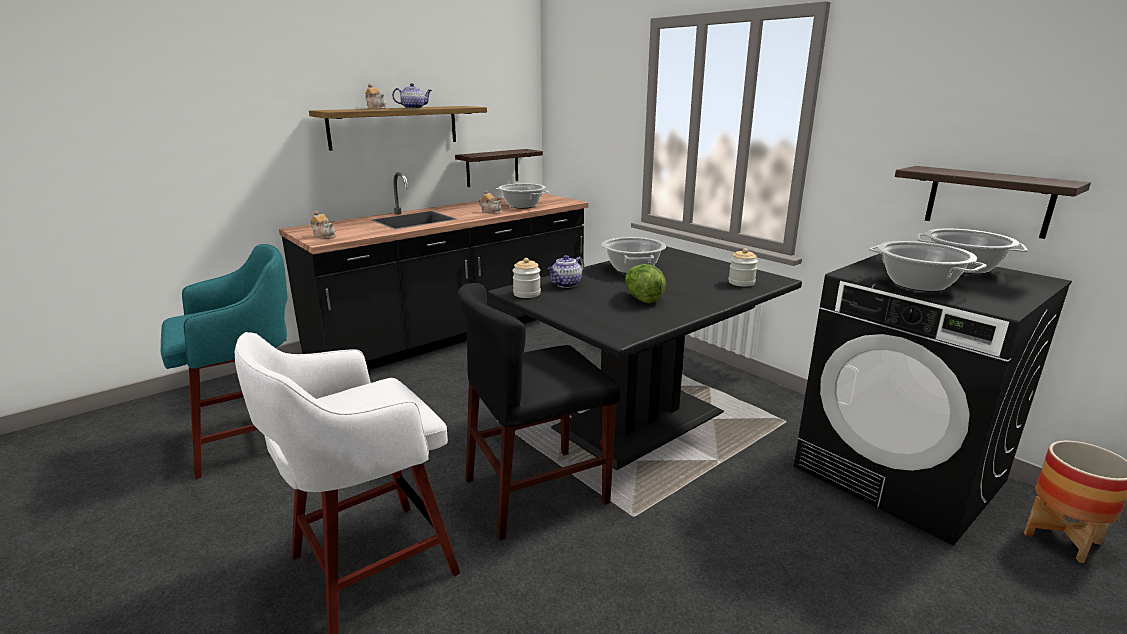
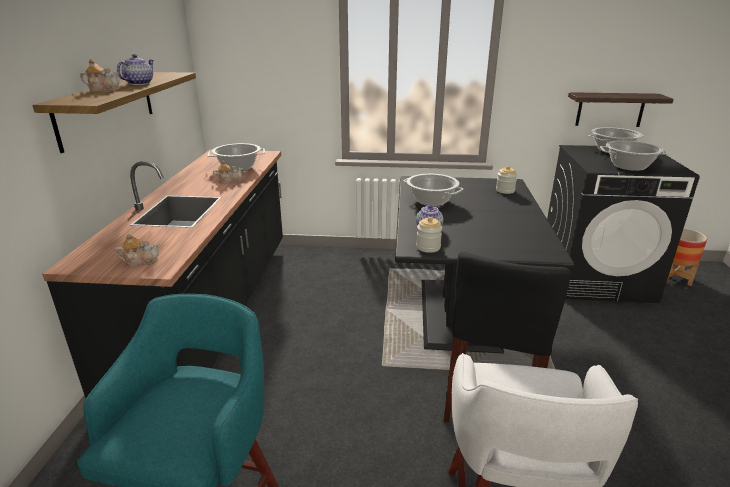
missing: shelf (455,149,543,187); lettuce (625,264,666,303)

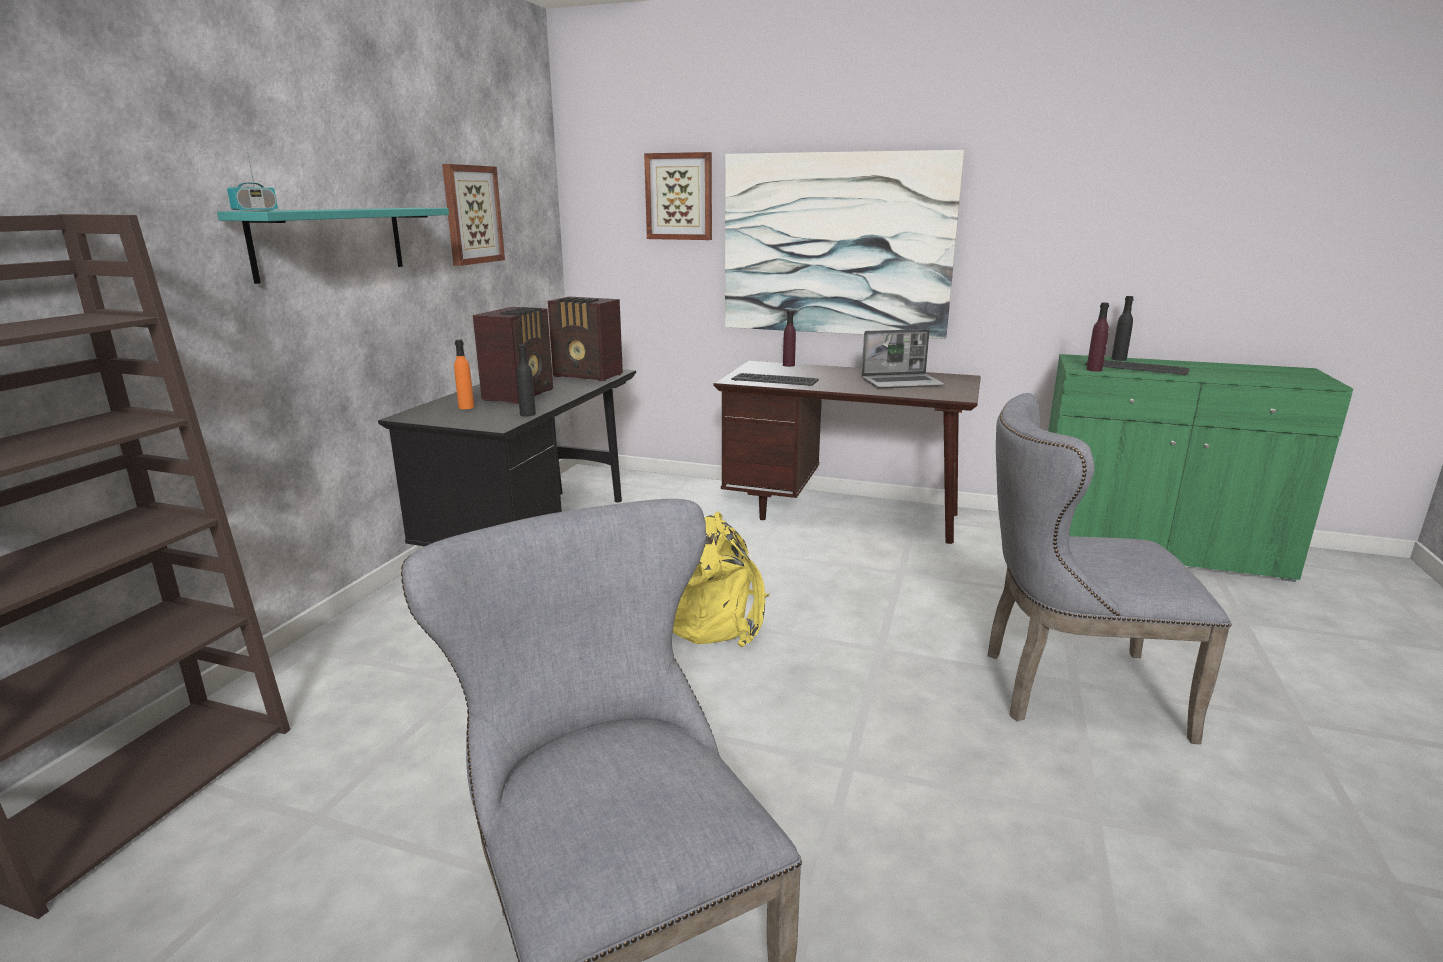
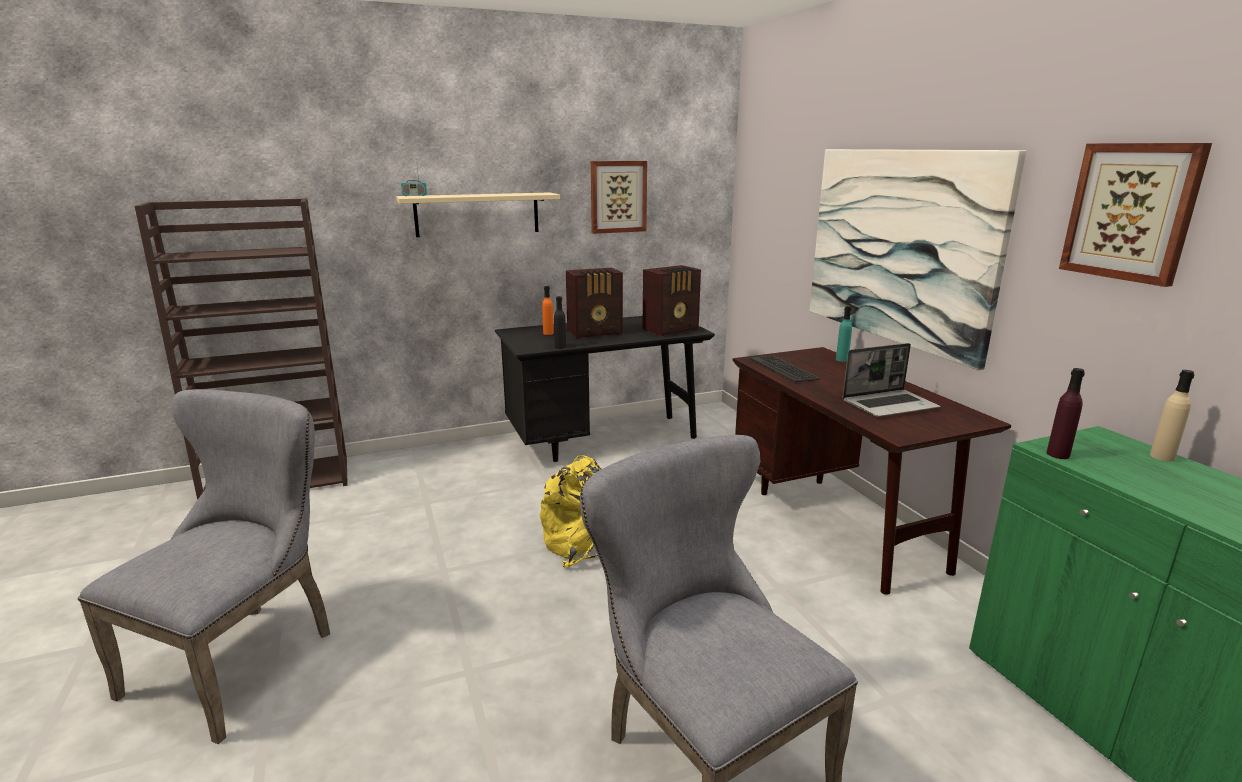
missing: keyboard (1085,360,1189,376)
relocated: picture (644,152,712,240) to (1059,143,1212,287)
colour: turquoise shelf (217,208,449,284) to beige shelf (396,192,560,237); purple bottle (783,310,796,367) to turquoise bottle (836,306,852,362); black bottle (1111,296,1134,361) to beige bottle (1150,370,1194,461)
spun: radio (548,297,623,381) = (642,265,701,336) 105 degrees counterclockwise; laptop (861,329,945,389) = (843,343,940,417) 60 degrees counterclockwise

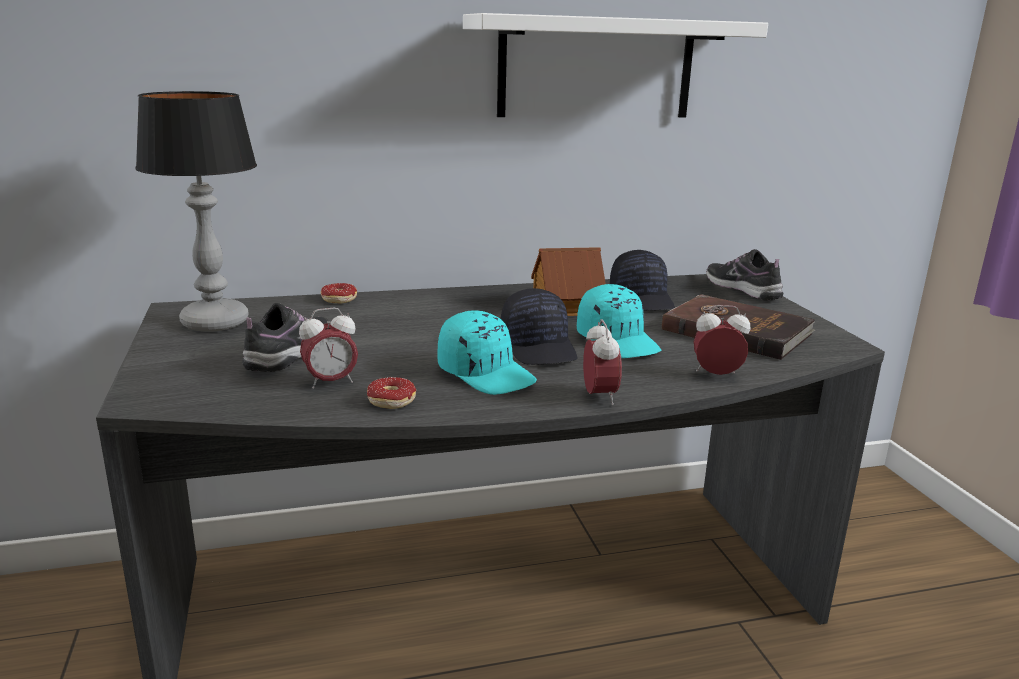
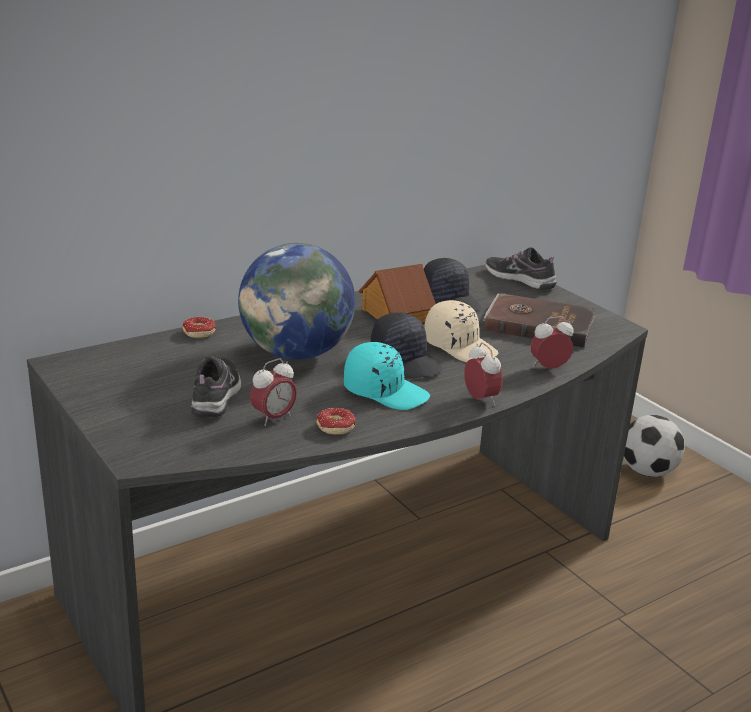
missing: table lamp (135,91,257,332); white shelf (463,13,768,117)
appeared: globe (238,243,355,360); football (624,415,685,477)
colour: turquoise cap (577,284,661,358) to beige cap (424,300,498,362)

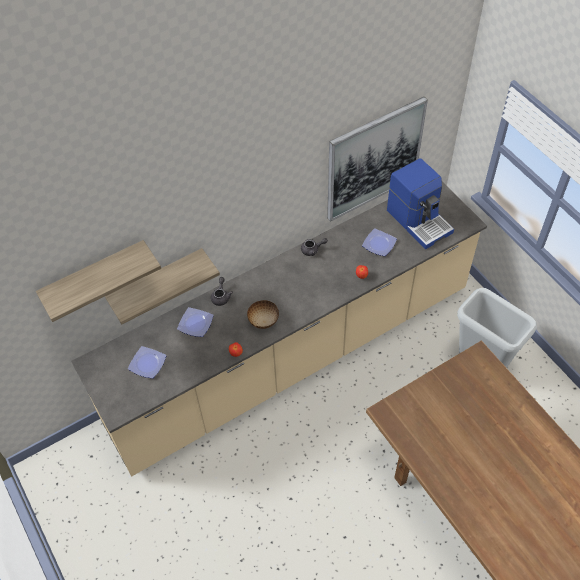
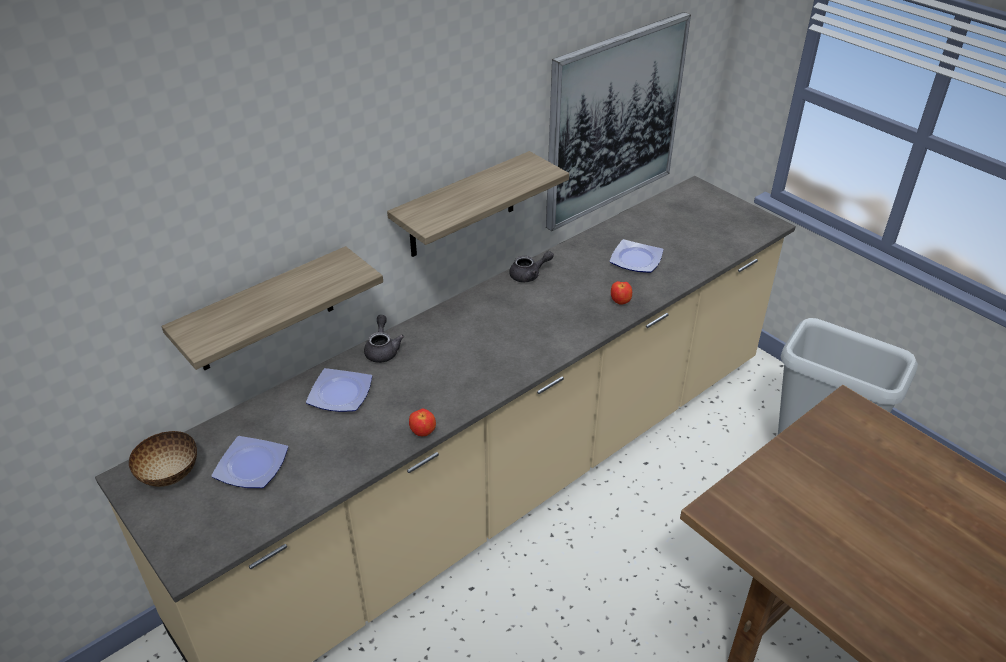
missing: coffee machine (387,158,454,249)
relocated: shelf (36,240,161,322) to (387,151,569,257); bowl (247,300,279,329) to (129,431,197,487)

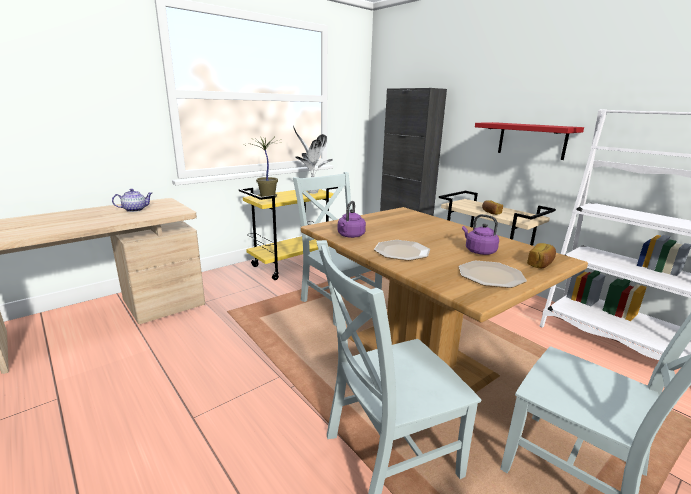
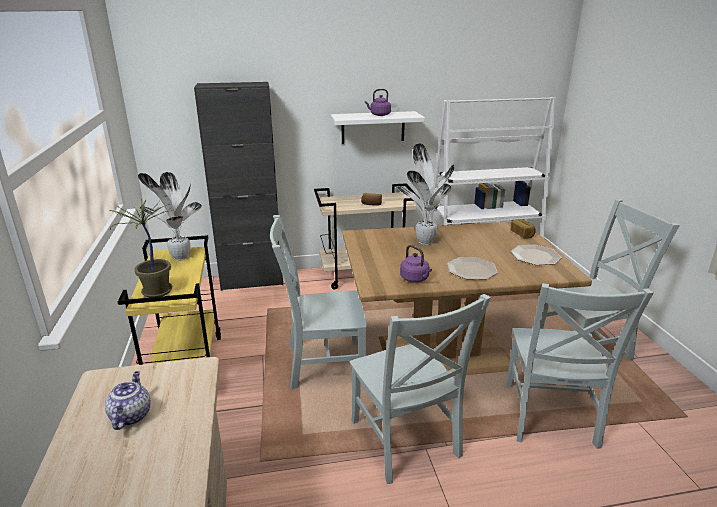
appeared: grey chair (350,294,491,484); potted plant (397,143,454,245)
relocated: purple kettle (462,214,499,255) to (365,89,391,116)
colour: red shelf (475,122,584,160) to white shelf (330,111,425,144)

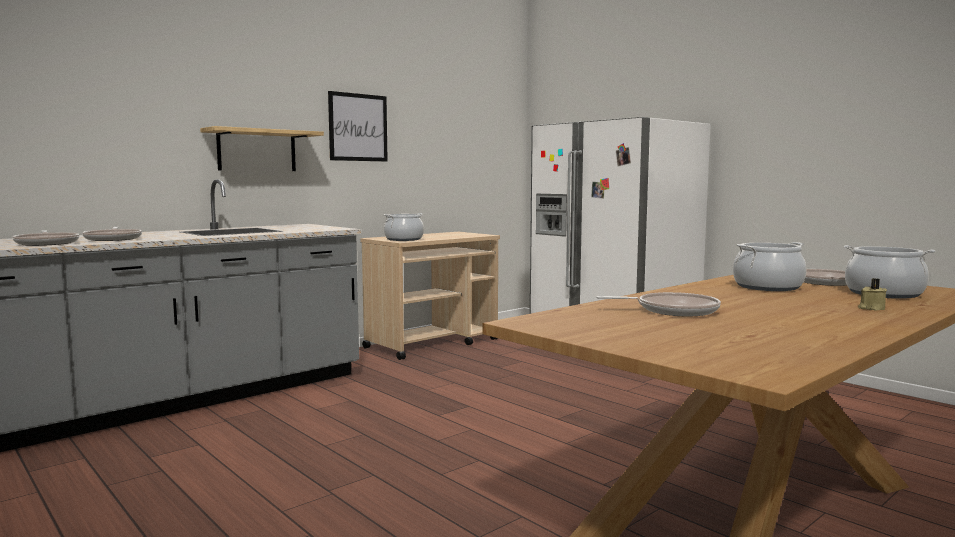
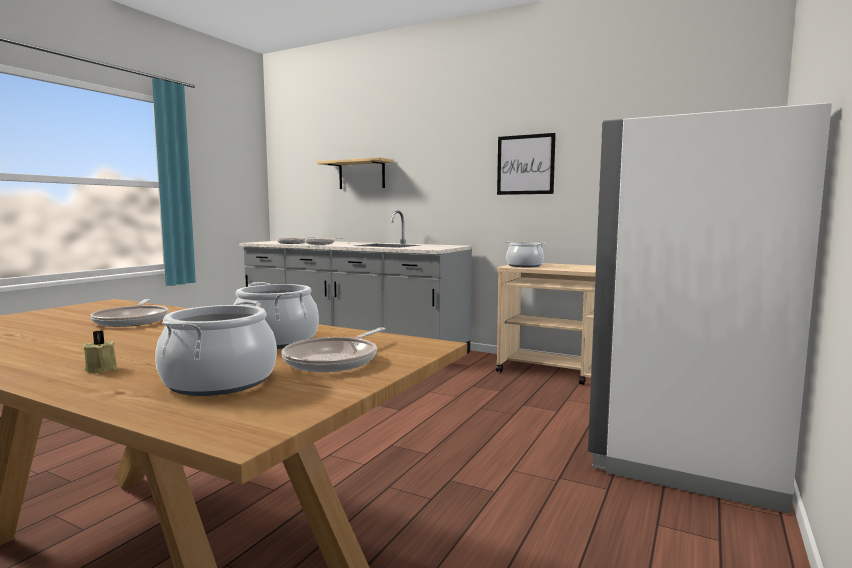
relocated: shelf (200,126,324,171) to (317,157,393,189)

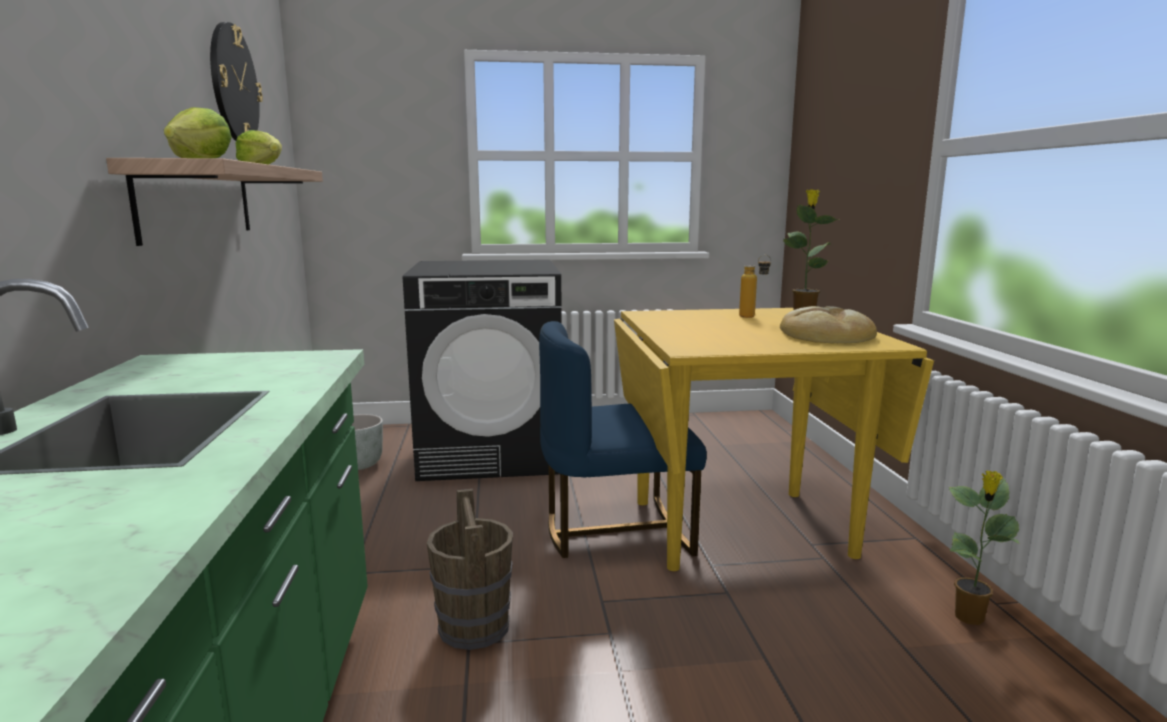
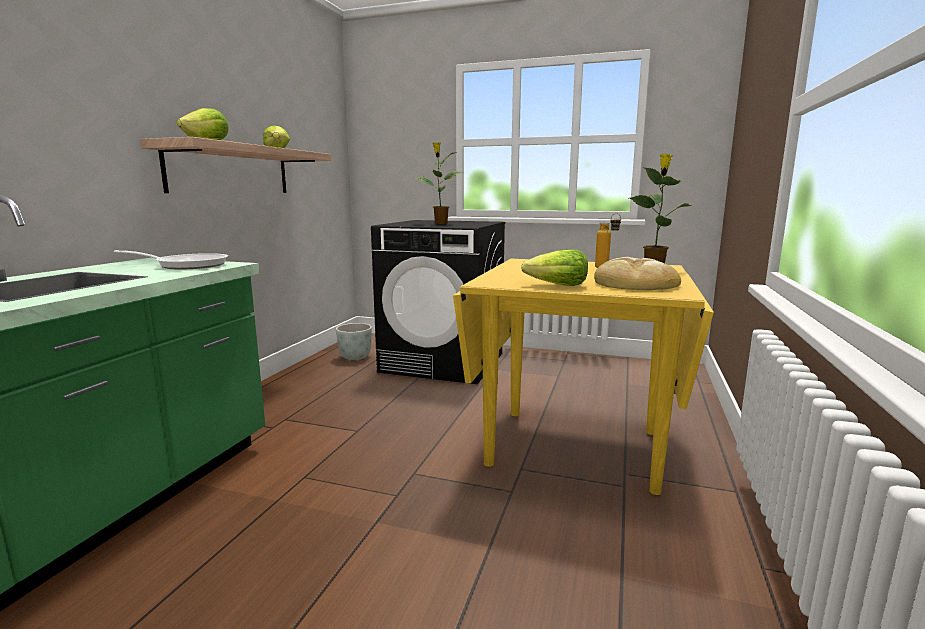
missing: wall clock (210,22,263,141); brown bucket (427,489,513,650); blue chair (539,321,707,558)
appeared: frying pan (114,250,228,270); lettuce (521,249,588,286)
relocated: potted plant (949,471,1020,625) to (414,142,462,224)

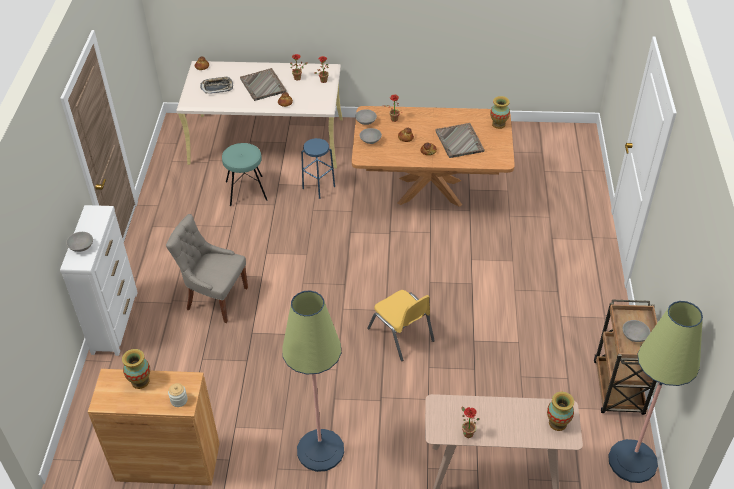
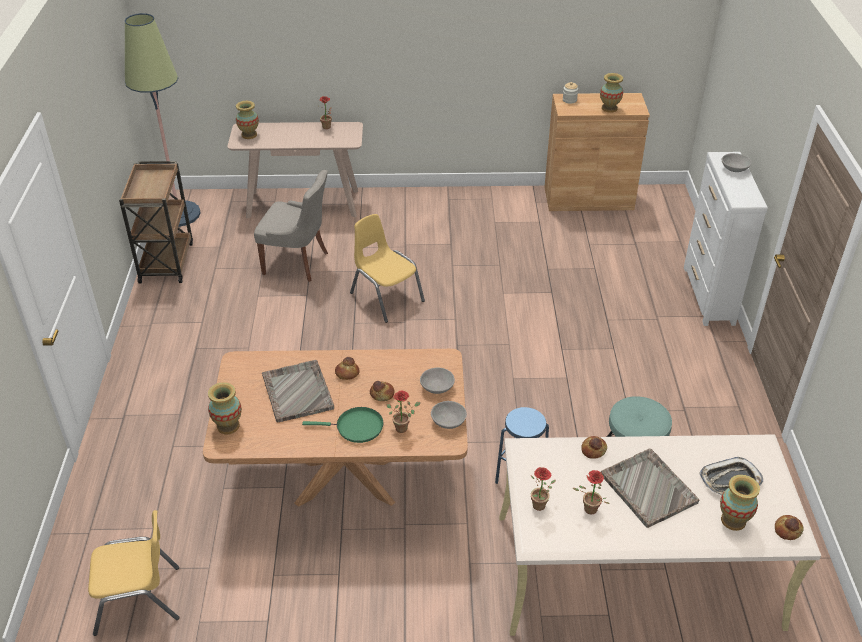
missing: floor lamp (282,290,344,472); grey bowl (623,320,650,342)
appeared: yellow chair (88,510,179,636); green frying pan (302,407,383,443); vase (720,475,760,531)
relocated: grey chair (166,214,248,323) to (254,170,328,282)

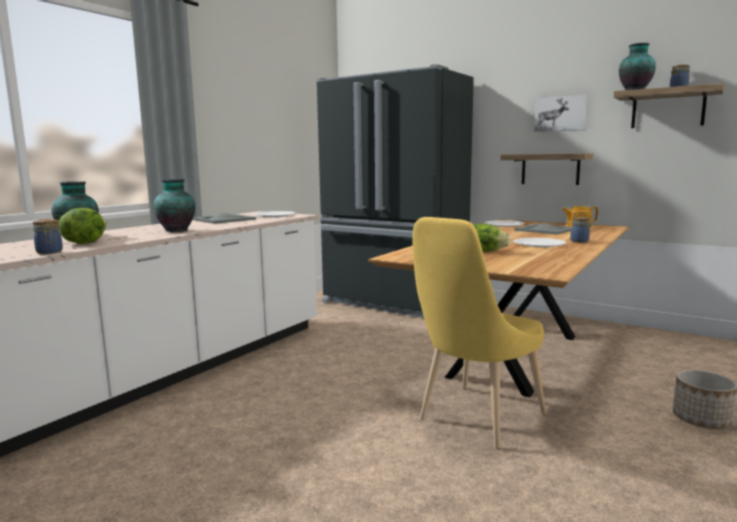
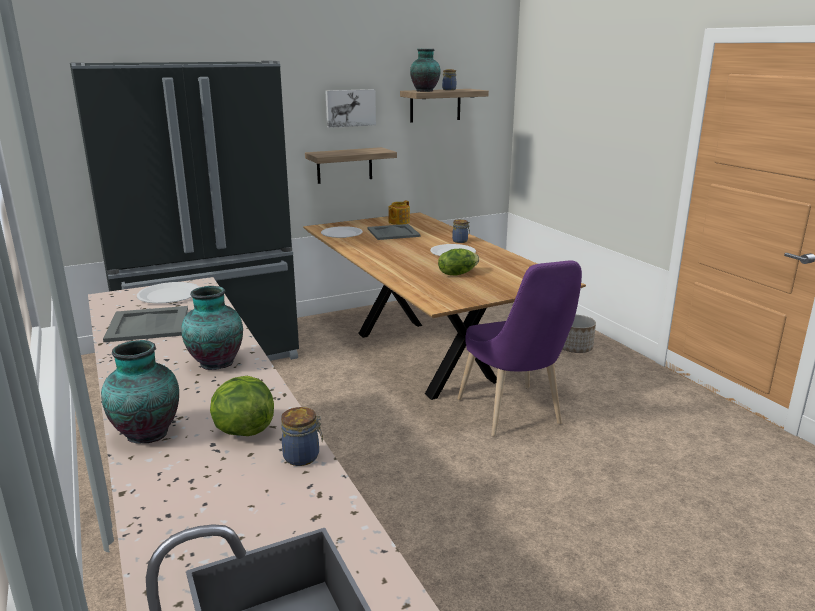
colour: yellow chair (412,217,546,449) to purple chair (457,260,582,436)

